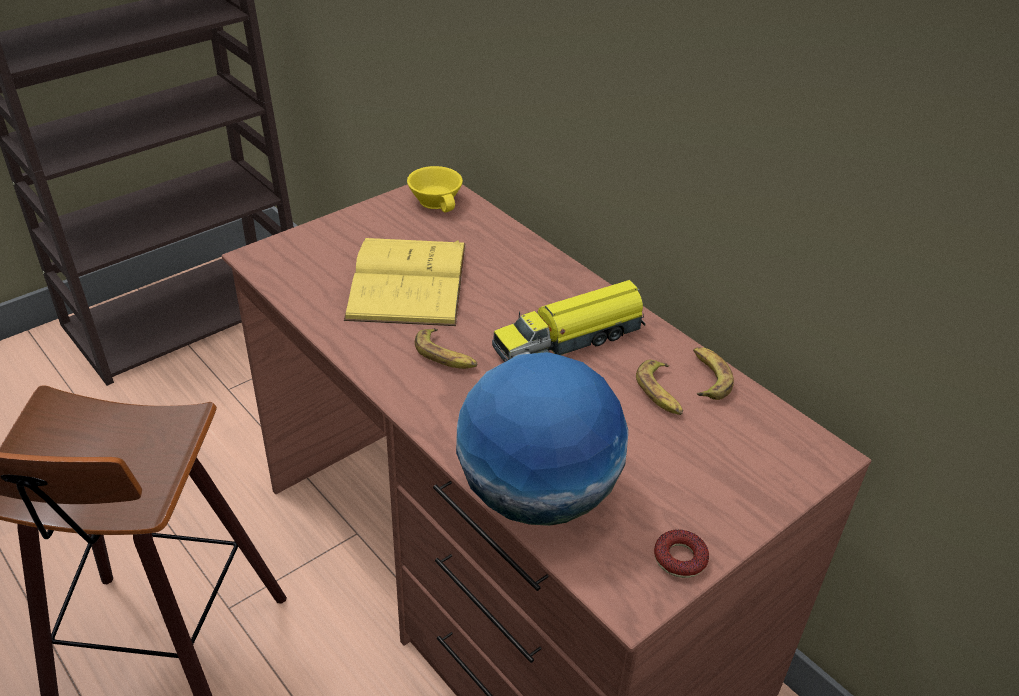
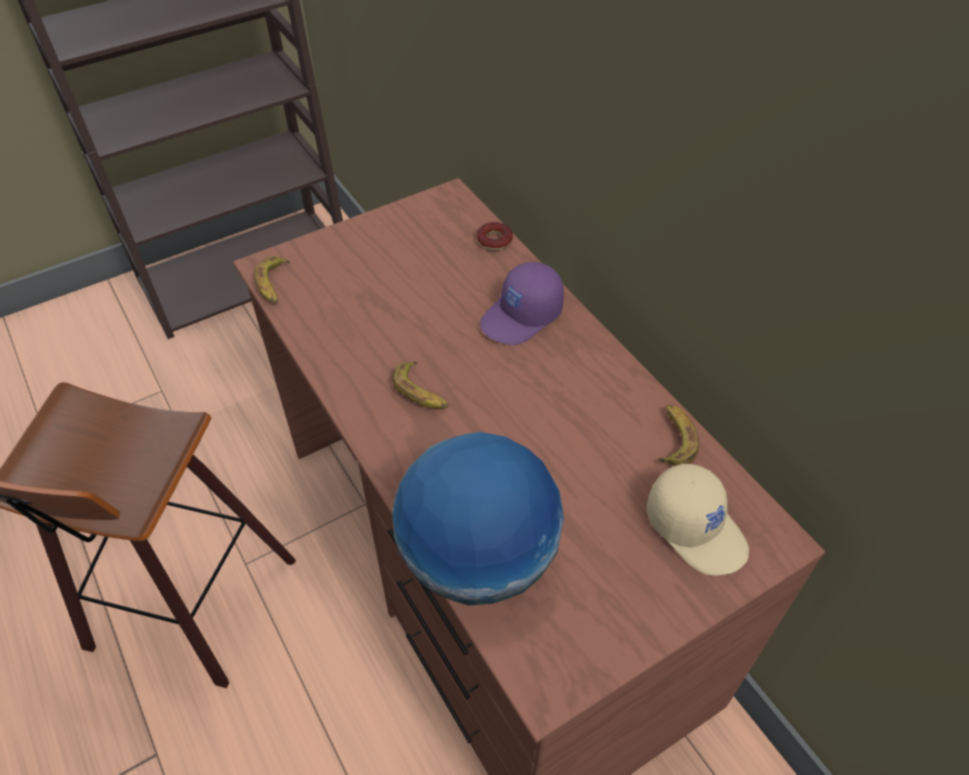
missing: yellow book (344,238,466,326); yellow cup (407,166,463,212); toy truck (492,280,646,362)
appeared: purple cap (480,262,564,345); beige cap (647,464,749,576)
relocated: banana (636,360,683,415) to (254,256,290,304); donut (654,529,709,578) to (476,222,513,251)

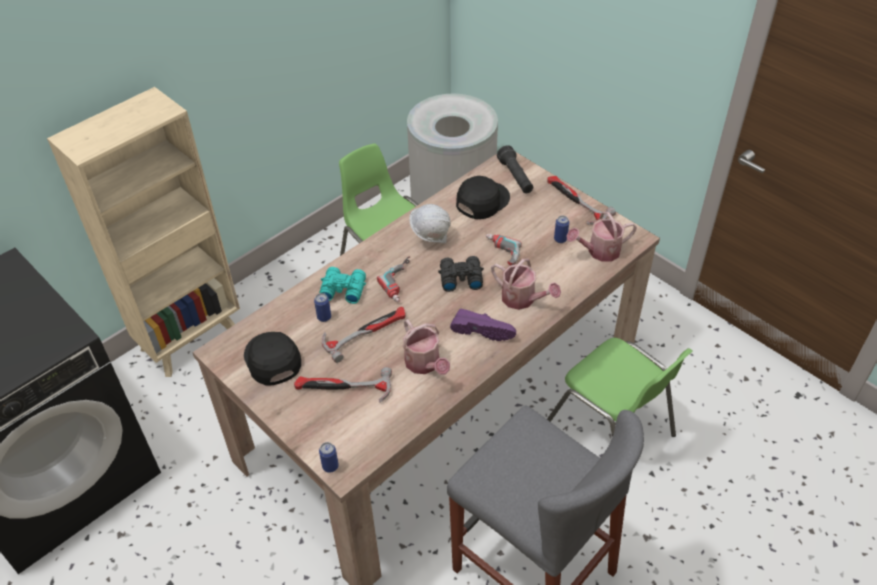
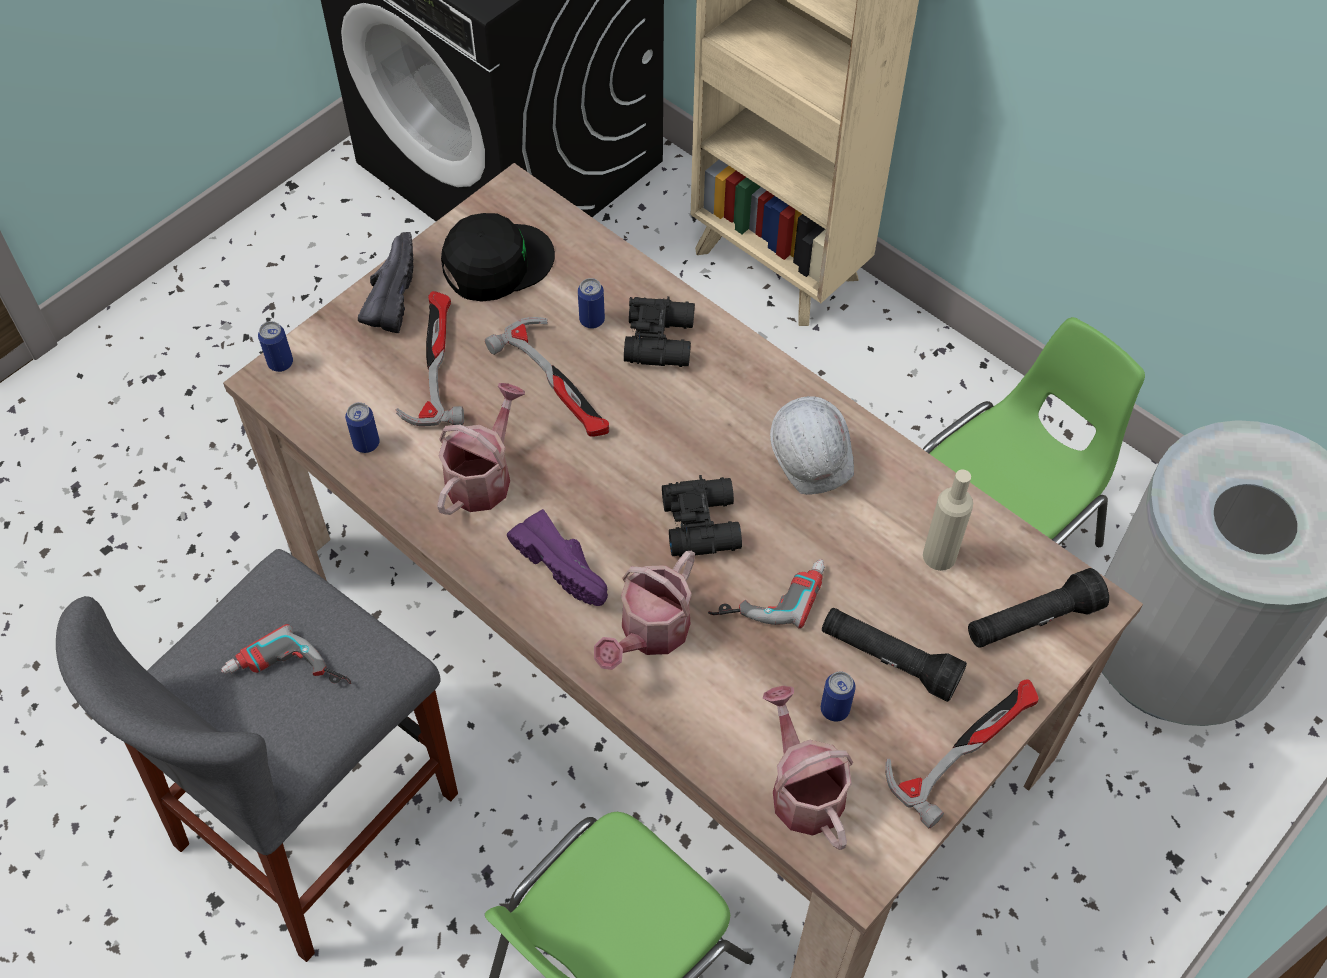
appeared: can (345,402,380,453); black shoe (358,232,413,333); black flashlight (822,608,967,702)
relocated: power drill (377,256,410,302) to (221,624,352,684)
exchanged: black cap (456,176,510,219) to beige bottle (923,469,973,571)
colour: turquoise binoculars (319,267,366,304) to black binoculars (624,296,695,367)
spun: watering can (403,319,450,375) = (437,383,525,515) 150 degrees clockwise; purple shoe (450,309,516,341) = (507,509,608,606) 60 degrees counterclockwise

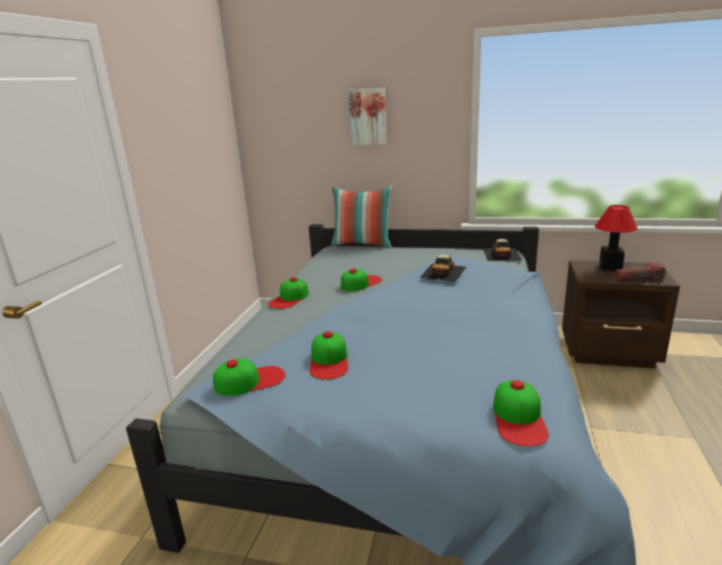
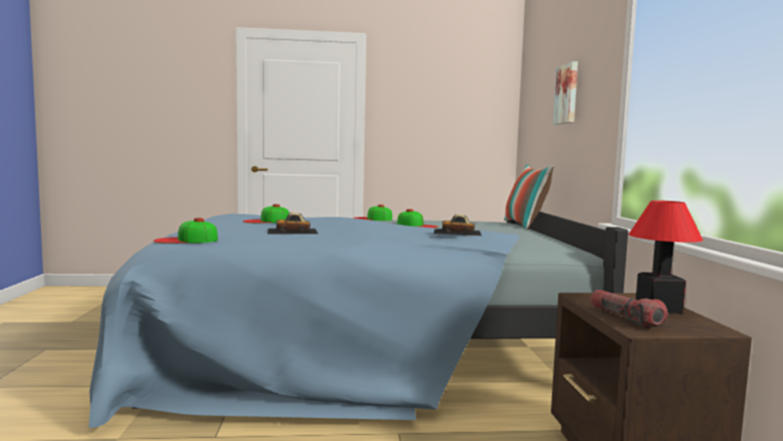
missing: cap (213,358,285,396)
relocated: toy car (483,239,522,261) to (268,212,318,234)

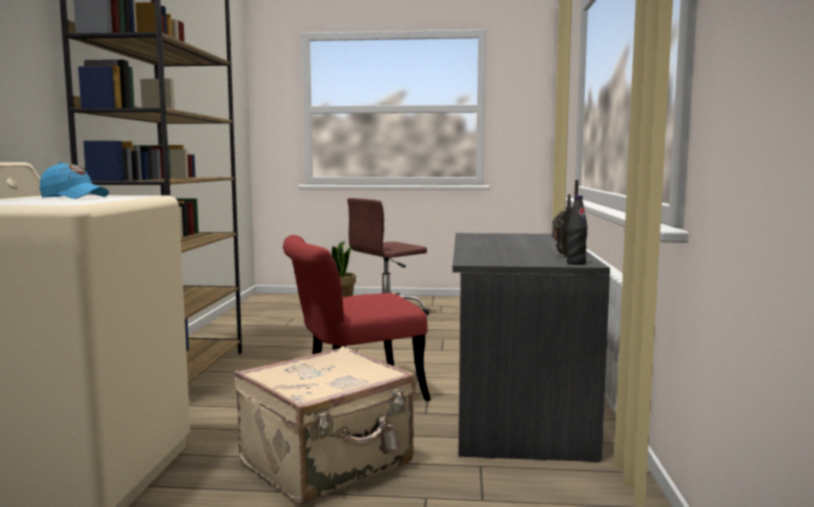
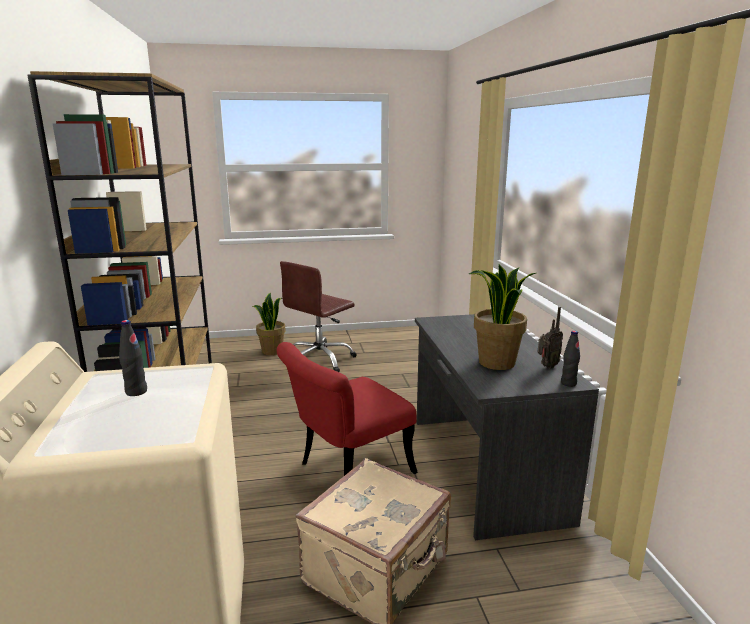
appeared: potted plant (469,264,536,370)
exchanged: blue cap (39,162,109,199) to black bottle (119,320,147,396)

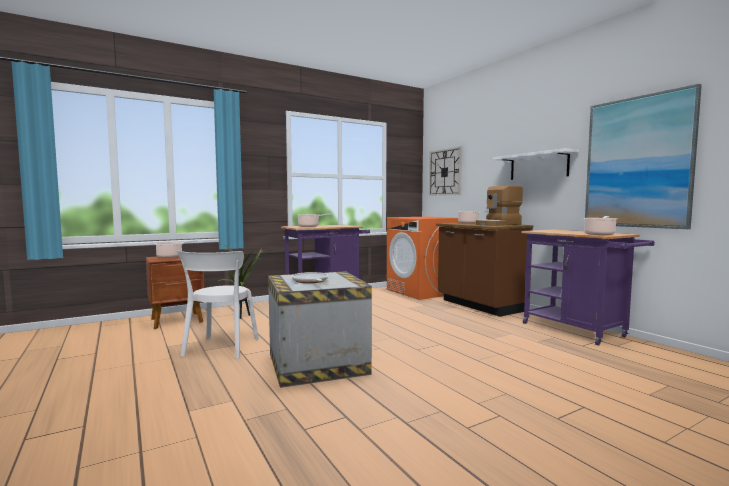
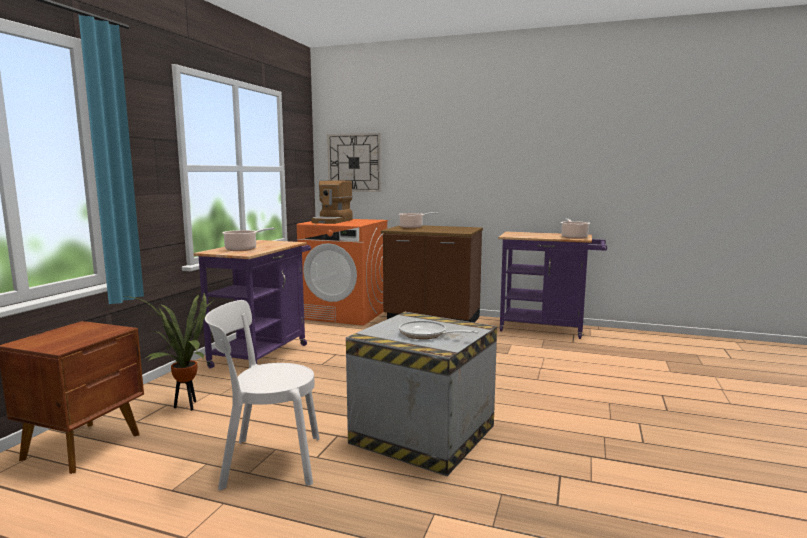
missing: cooking pot (155,240,198,258); white shelf (493,148,579,180); picture (585,84,702,229)
relocated: coffee machine (476,186,523,226) to (312,181,353,224)
spun: white chair (177,250,259,359) = (205,300,320,490) 120 degrees clockwise

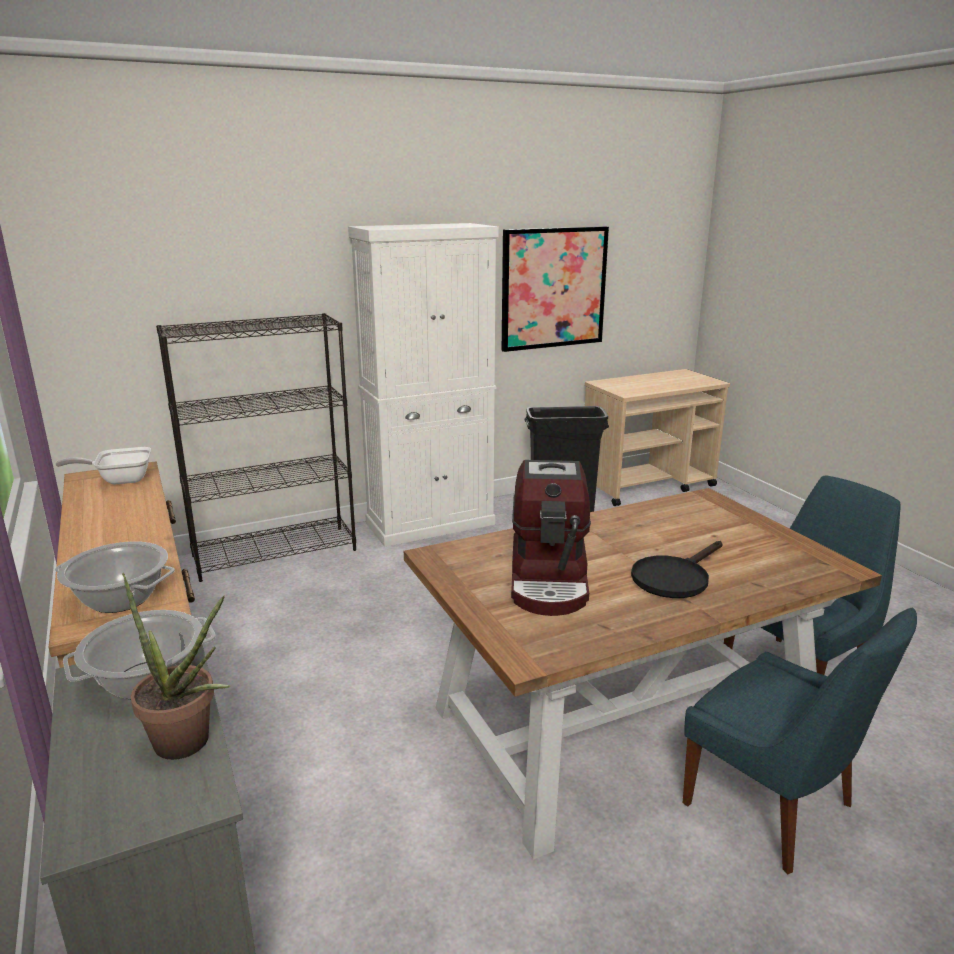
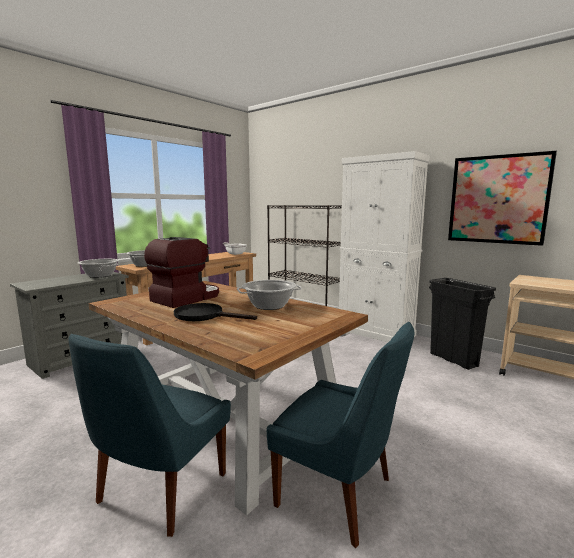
missing: potted plant (122,573,231,760)
appeared: cooking pot (237,280,302,310)
spun: coffee machine (511,460,591,616) = (144,237,219,308) 150 degrees clockwise

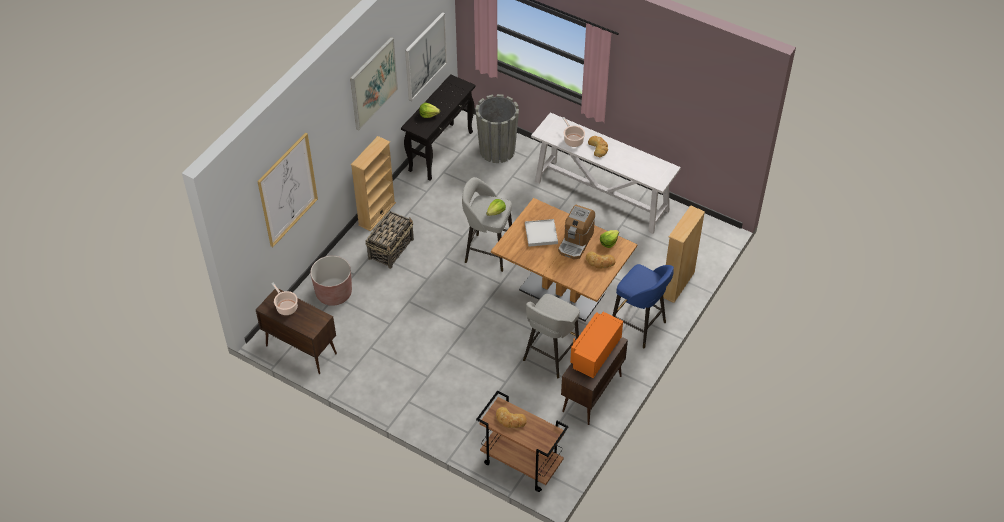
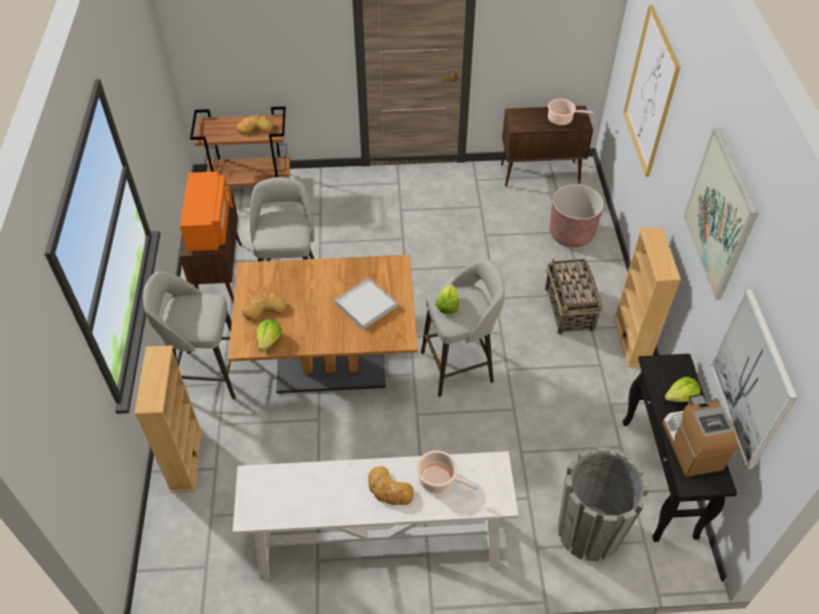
relocated: coffee machine (558,204,595,260) to (662,395,739,477)
colour: blue stool (612,264,674,348) to grey stool (143,271,236,400)

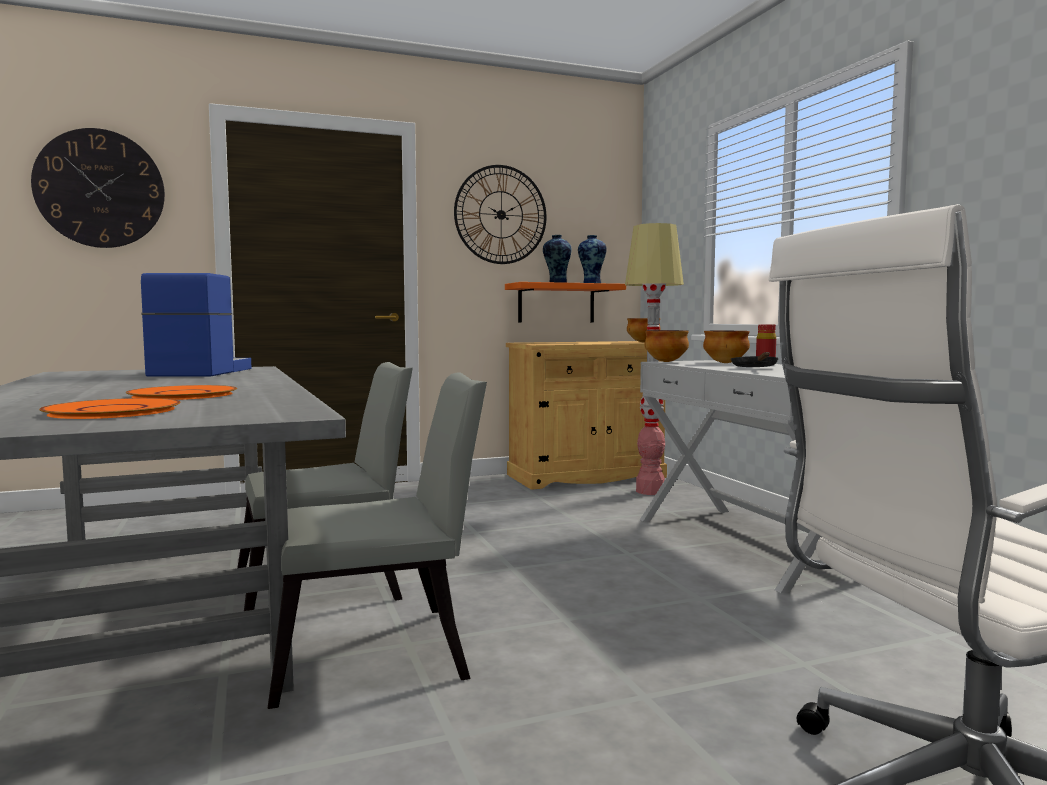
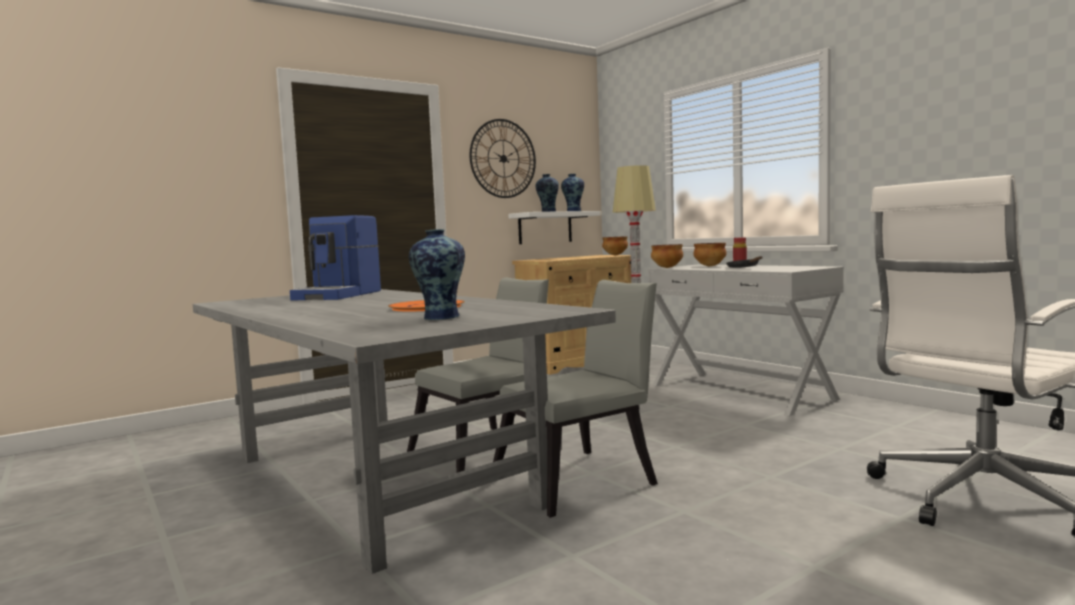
missing: wall clock (31,128,165,248)
exchanged: orange plate (39,398,181,419) to vase (409,229,465,320)
colour: orange shelf (505,282,626,323) to white shelf (509,211,601,244)
spun: coffee machine (141,273,251,377) = (290,215,381,301) 150 degrees counterclockwise

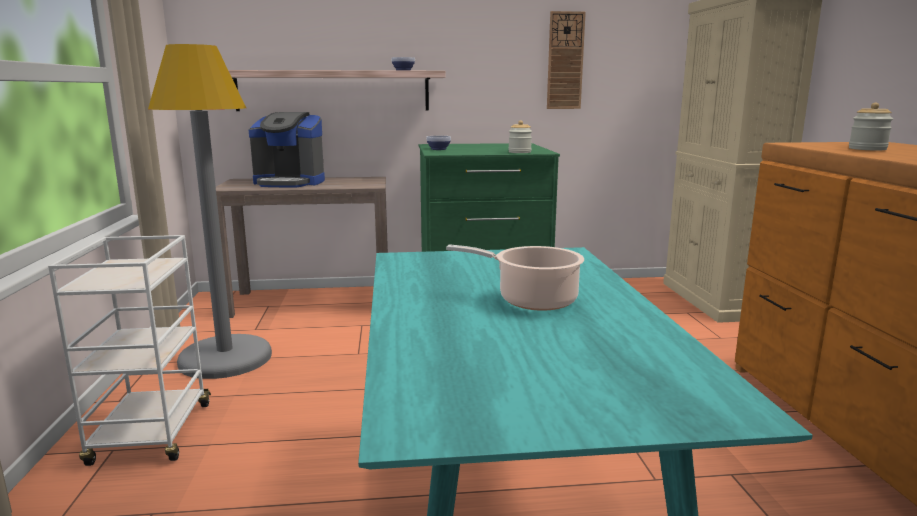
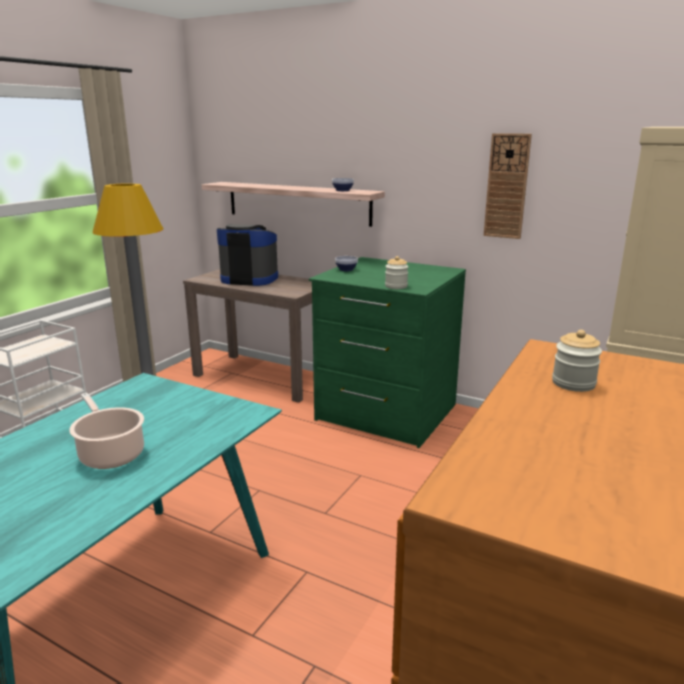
spun: coffee machine (249,112,325,188) = (217,224,278,286) 150 degrees clockwise

